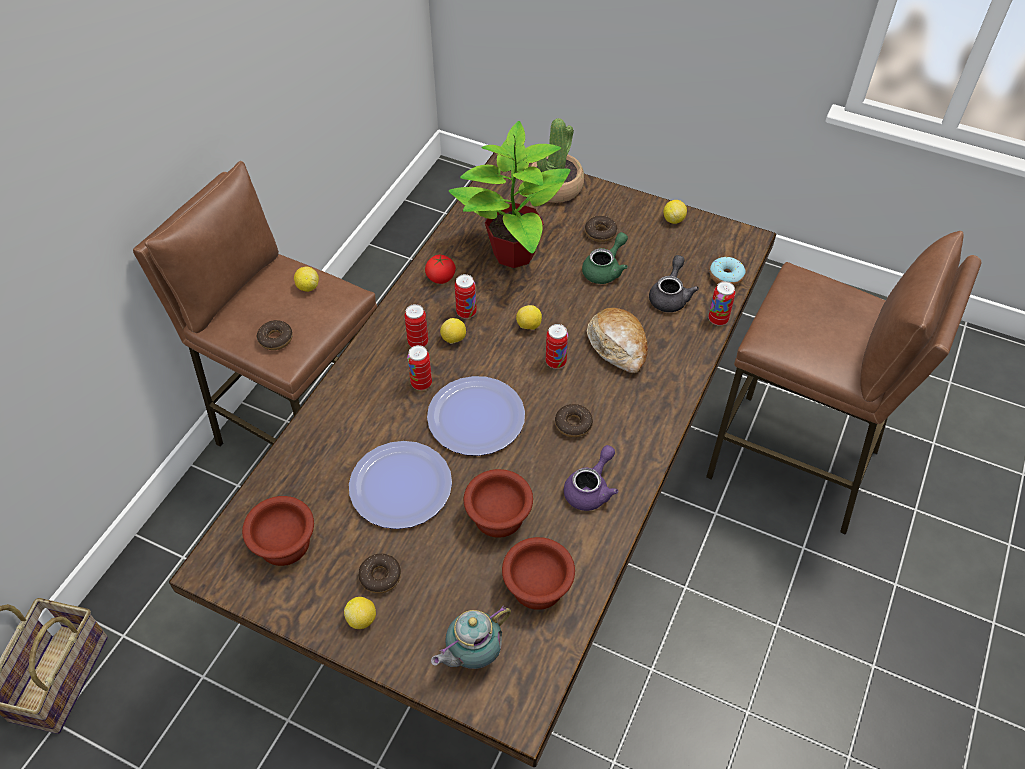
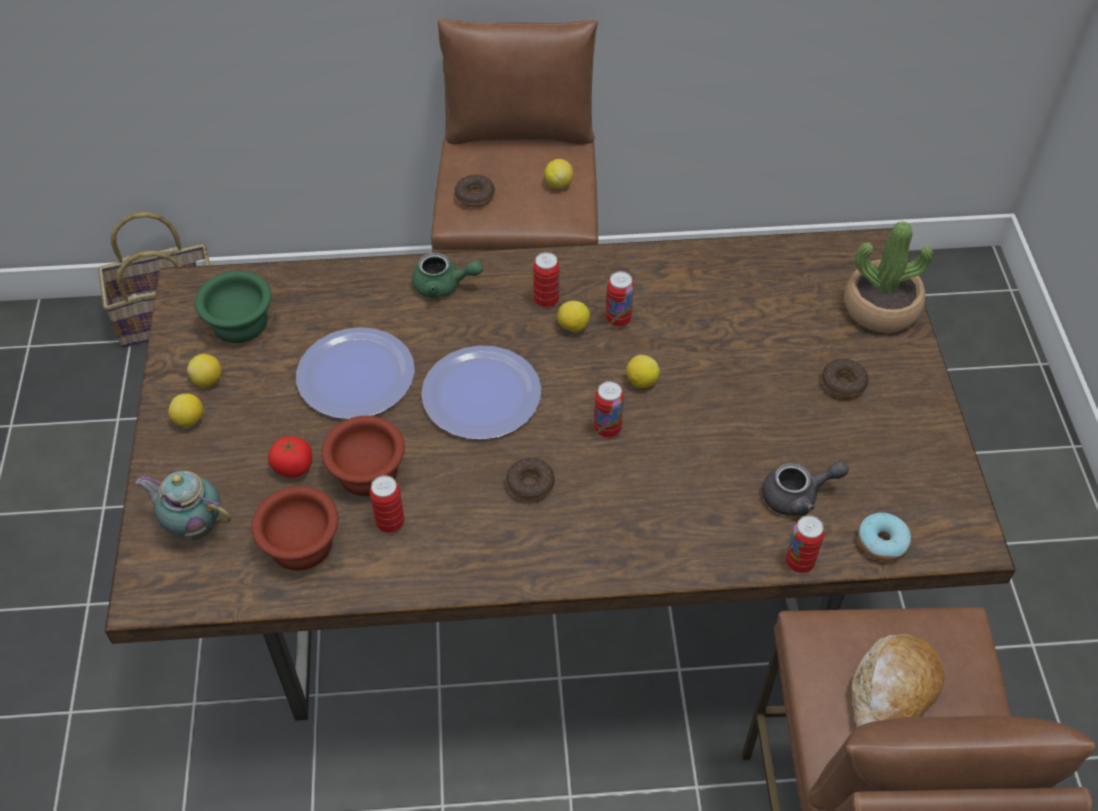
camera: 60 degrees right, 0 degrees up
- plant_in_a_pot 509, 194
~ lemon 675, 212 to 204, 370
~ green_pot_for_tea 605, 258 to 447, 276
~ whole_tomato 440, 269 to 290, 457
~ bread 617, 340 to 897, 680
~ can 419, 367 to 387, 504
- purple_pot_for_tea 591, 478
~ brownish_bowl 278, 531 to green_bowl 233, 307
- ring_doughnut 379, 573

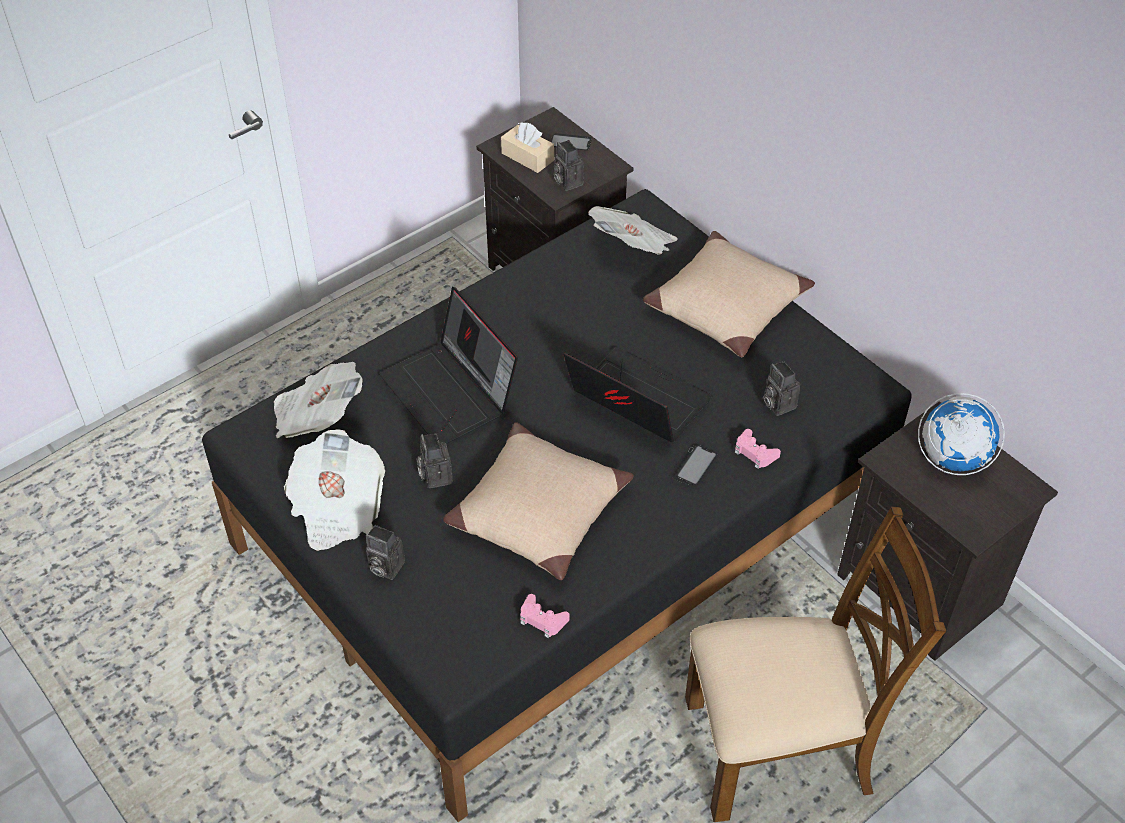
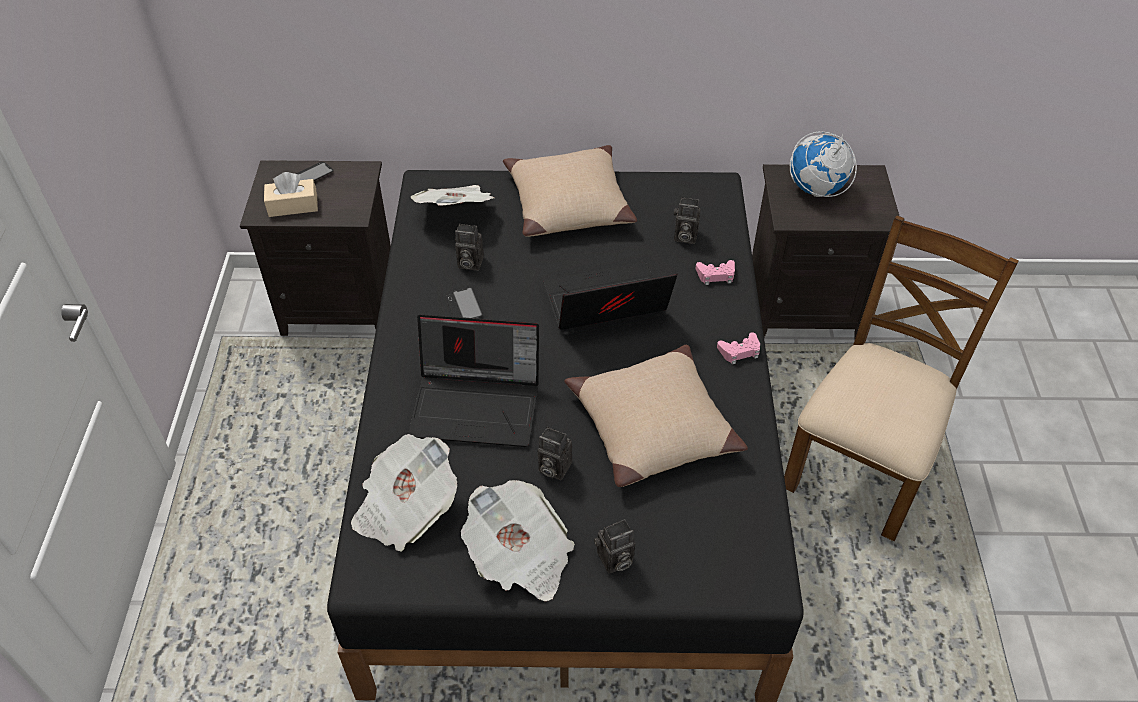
camera: 50 degrees left, 0 degrees up
~ still_camera 569, 165 to 469, 247
~ phone 693, 465 to 464, 302
~ pink_joypad 545, 616 to 738, 348

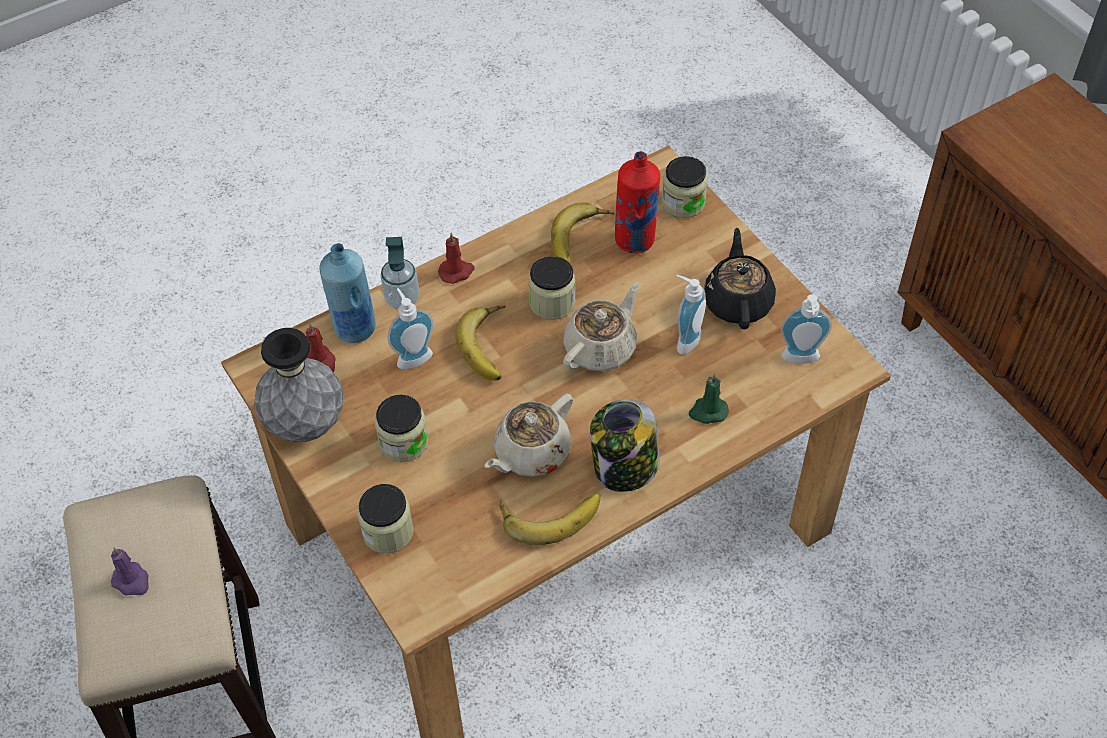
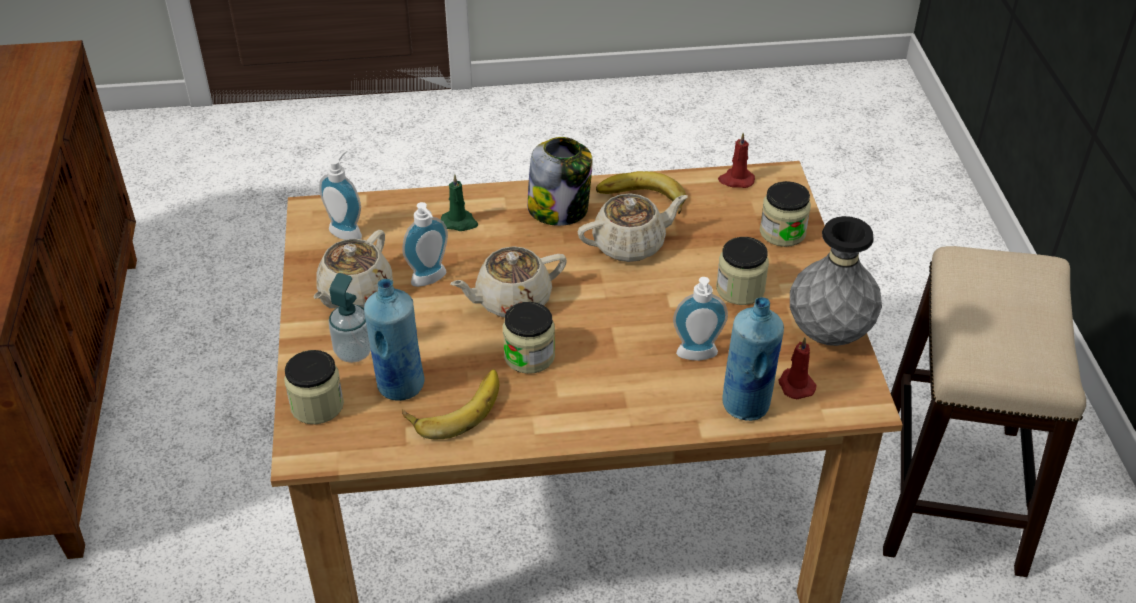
camera: 155 degrees left, 10 degrees down
~ red_beverage_bottle 637, 202 to blue-coloured_beverage_bottle 394, 340
~ blackish_pot_for_tea 740, 278 to beige_pot_for_tea 353, 269
~ red_wax_light 456, 258 to 736, 160
~ soap_dispenser 399, 273 to 350, 318
- banana 480, 343
- purple_wax_light 130, 571

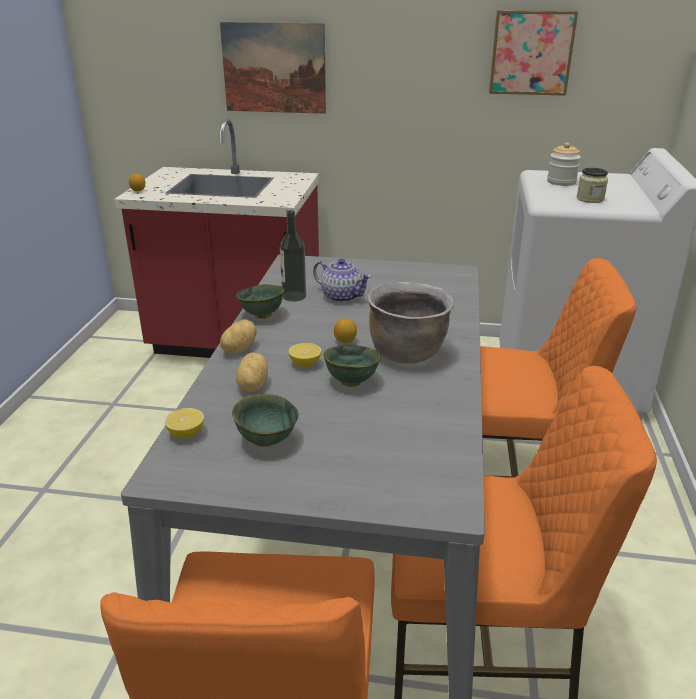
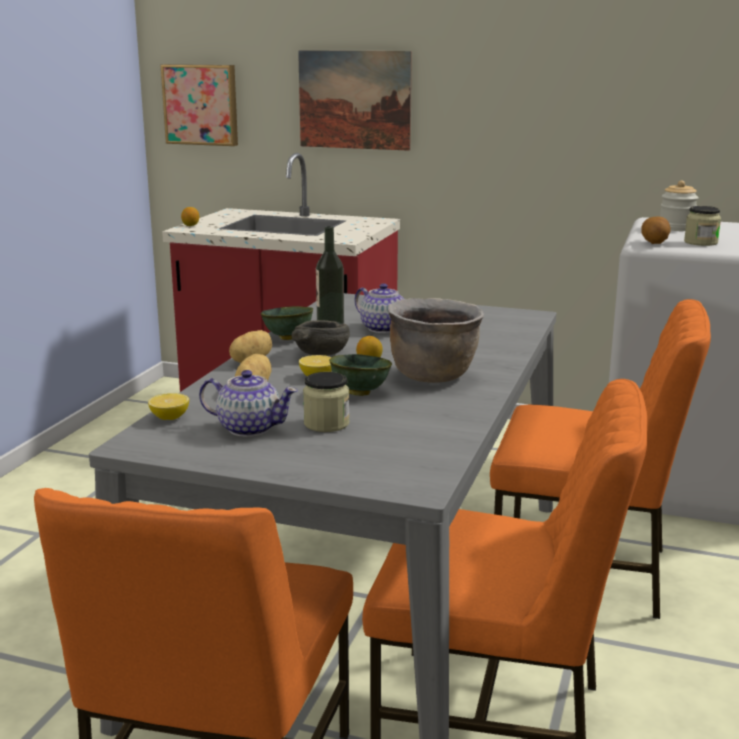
camera: 10 degrees right, 10 degrees down
~ wall_picture 533, 53 to 199, 105
~ green_bowl 265, 420 to pot_for_tea 248, 403
+ potato 655, 230
+ greyish_bowl 320, 338
+ jar 326, 402

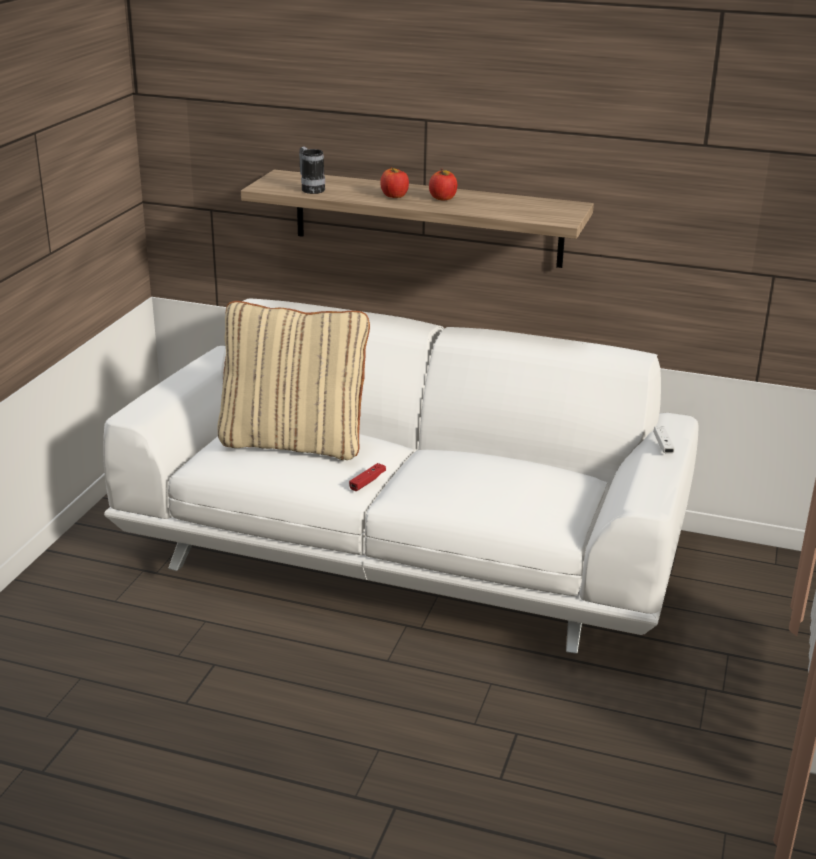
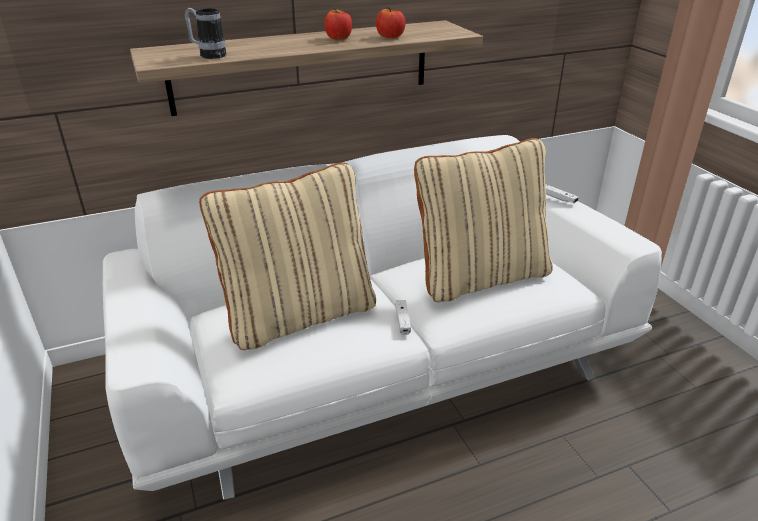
camera: 40 degrees left, 5 degrees up
~ apple 394, 182 to 391, 22
~ red_joypad 367, 477 to whitish_joypad 403, 317
+ beige_cushion 483, 220

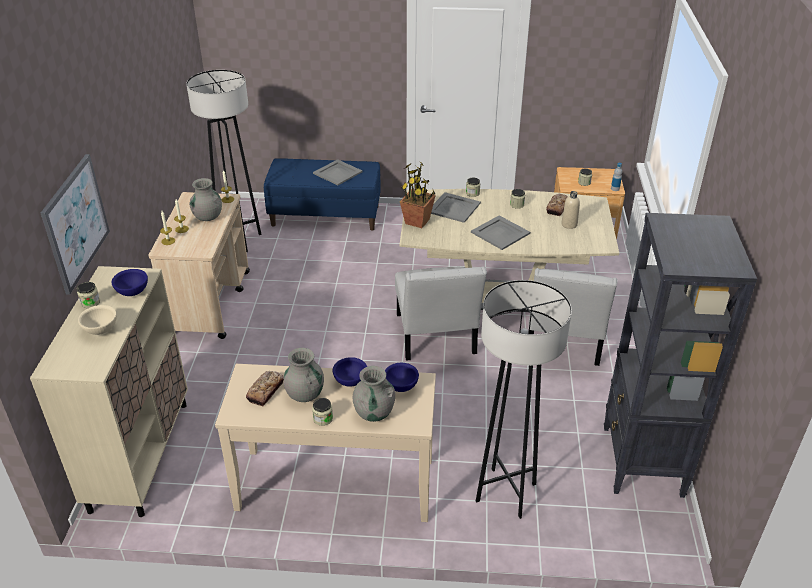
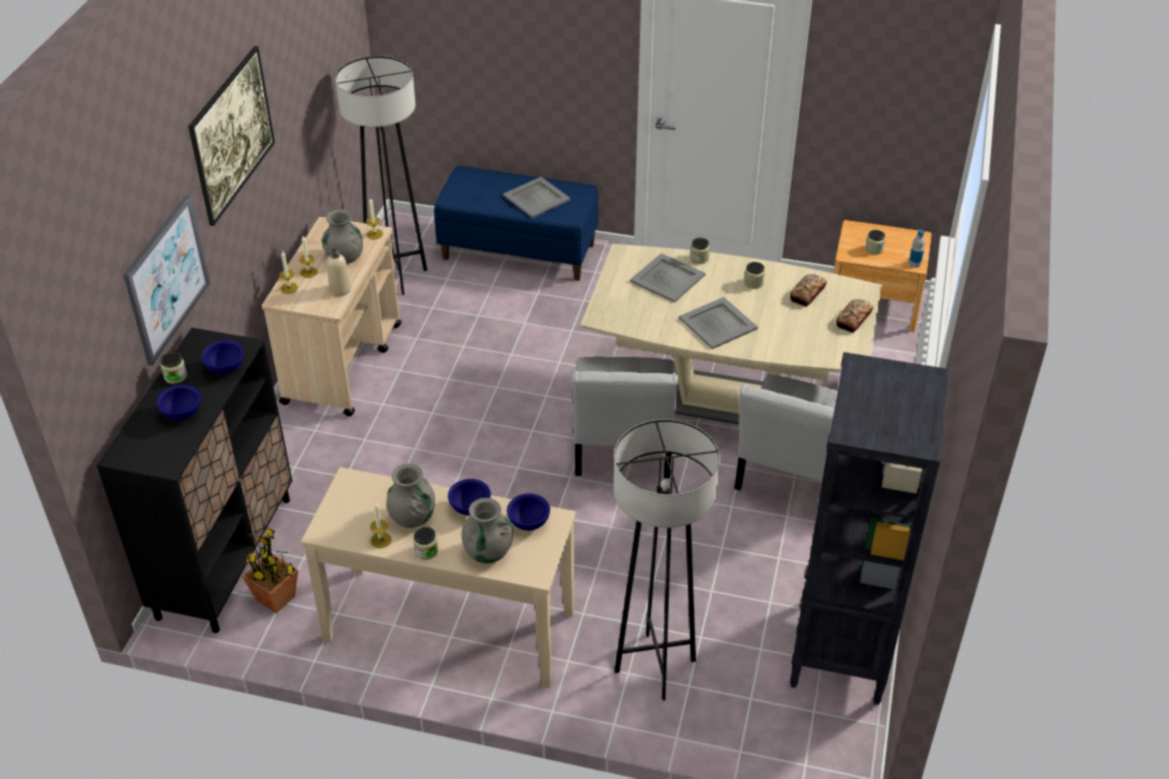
camera: 10 degrees right, 5 degrees up
~ plant_in_a_pot 418, 194 to 270, 570
~ beige_beverage_bottle 570, 210 to 339, 272
~ beige_storage_cabinet 109, 391 to blackish_storage_cabinet 194, 480
~ beige_bowl 97, 320 to blue-coloured_bowl 178, 403
~ bread 265, 388 to 855, 316
+ wall_picture 231, 136
+ wax_light 381, 525

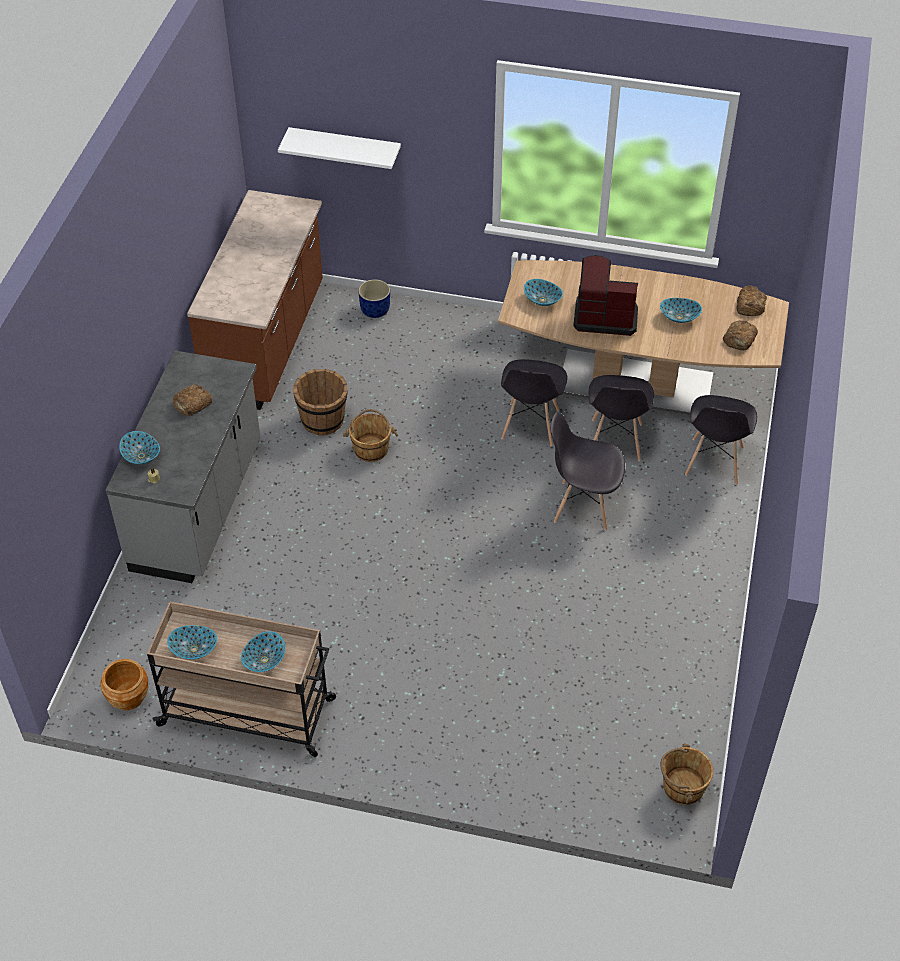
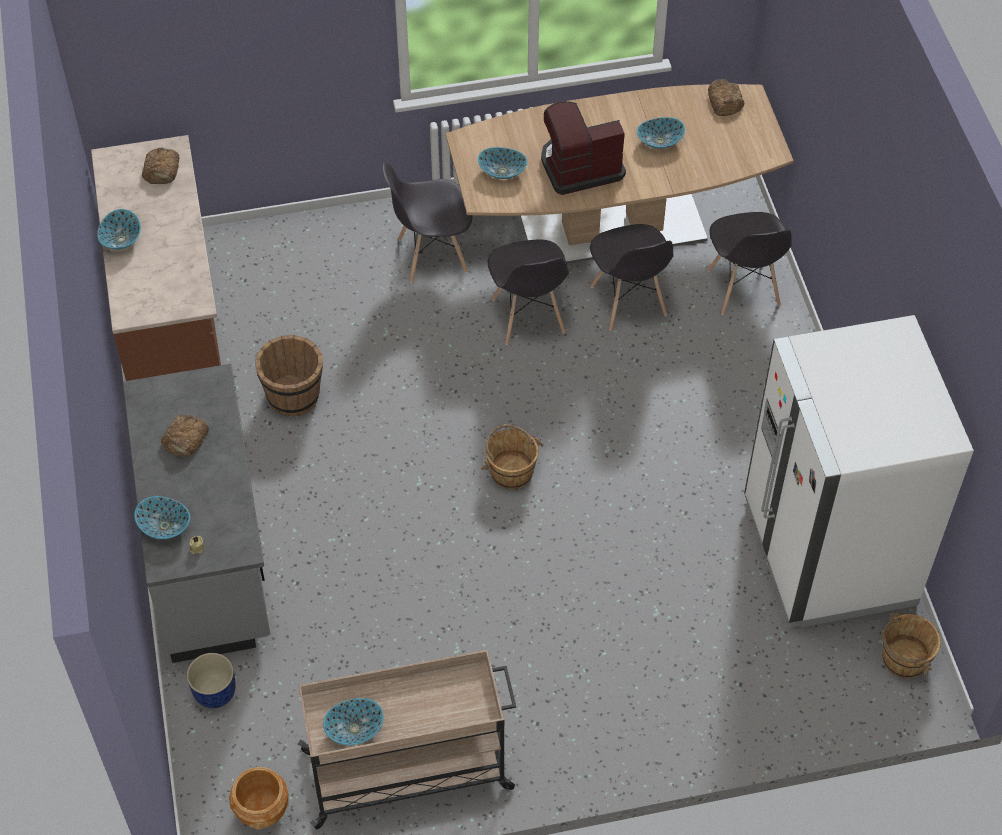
camera: 25 degrees left, 5 degrees up
- whitish_wall_shelf 339, 148
~ blue-coloured_plant_pot 374, 298 to 211, 680
~ bread 740, 336 to 161, 166
~ brownish_bucket 370, 435 to 512, 456
~ greyish_upright_chair 587, 470 to 427, 222
~ bowl 263, 651 to 119, 229
+ whitish_kitchen_fridge 859, 471

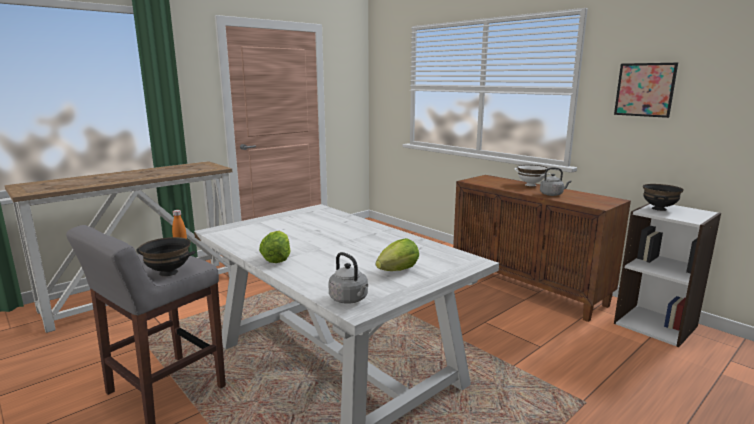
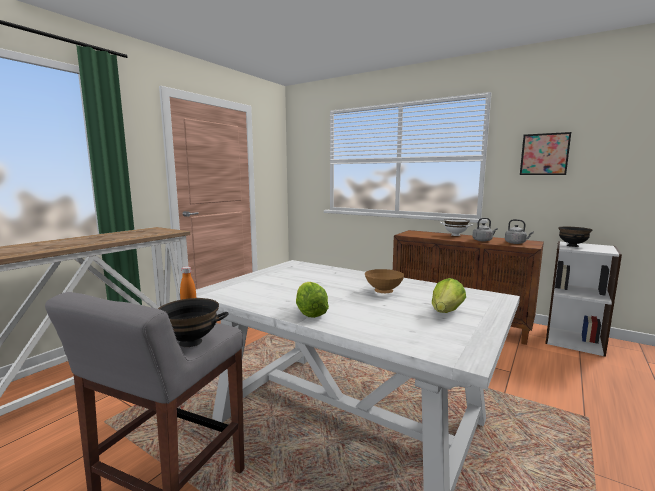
camera: 15 degrees left, 5 degrees down
~ greyish_water_kettle 348, 278 to 519, 231
+ brownish_bowl 384, 281

